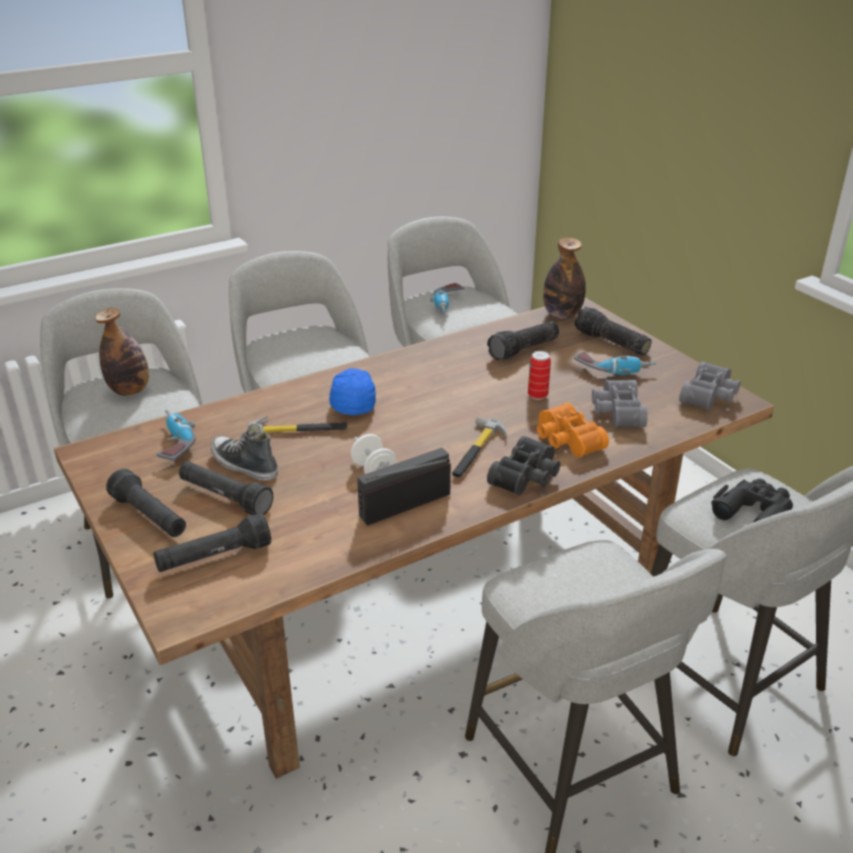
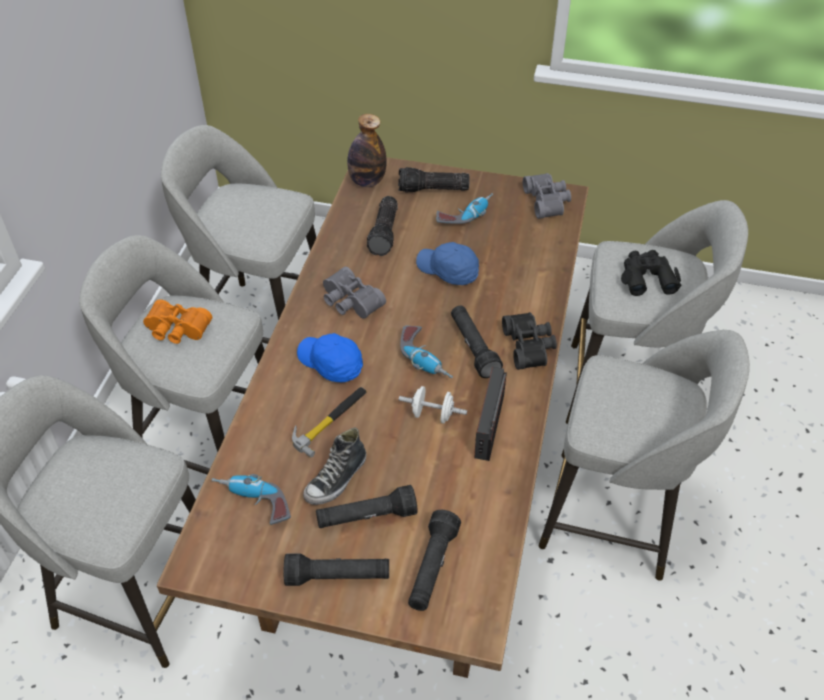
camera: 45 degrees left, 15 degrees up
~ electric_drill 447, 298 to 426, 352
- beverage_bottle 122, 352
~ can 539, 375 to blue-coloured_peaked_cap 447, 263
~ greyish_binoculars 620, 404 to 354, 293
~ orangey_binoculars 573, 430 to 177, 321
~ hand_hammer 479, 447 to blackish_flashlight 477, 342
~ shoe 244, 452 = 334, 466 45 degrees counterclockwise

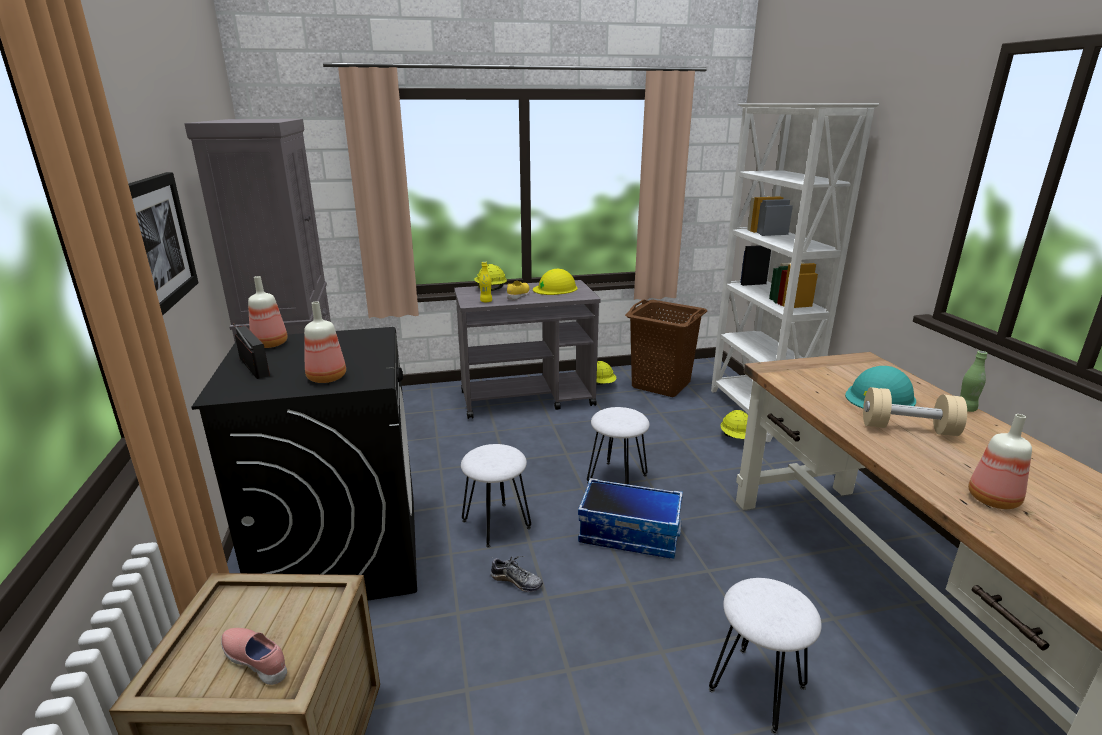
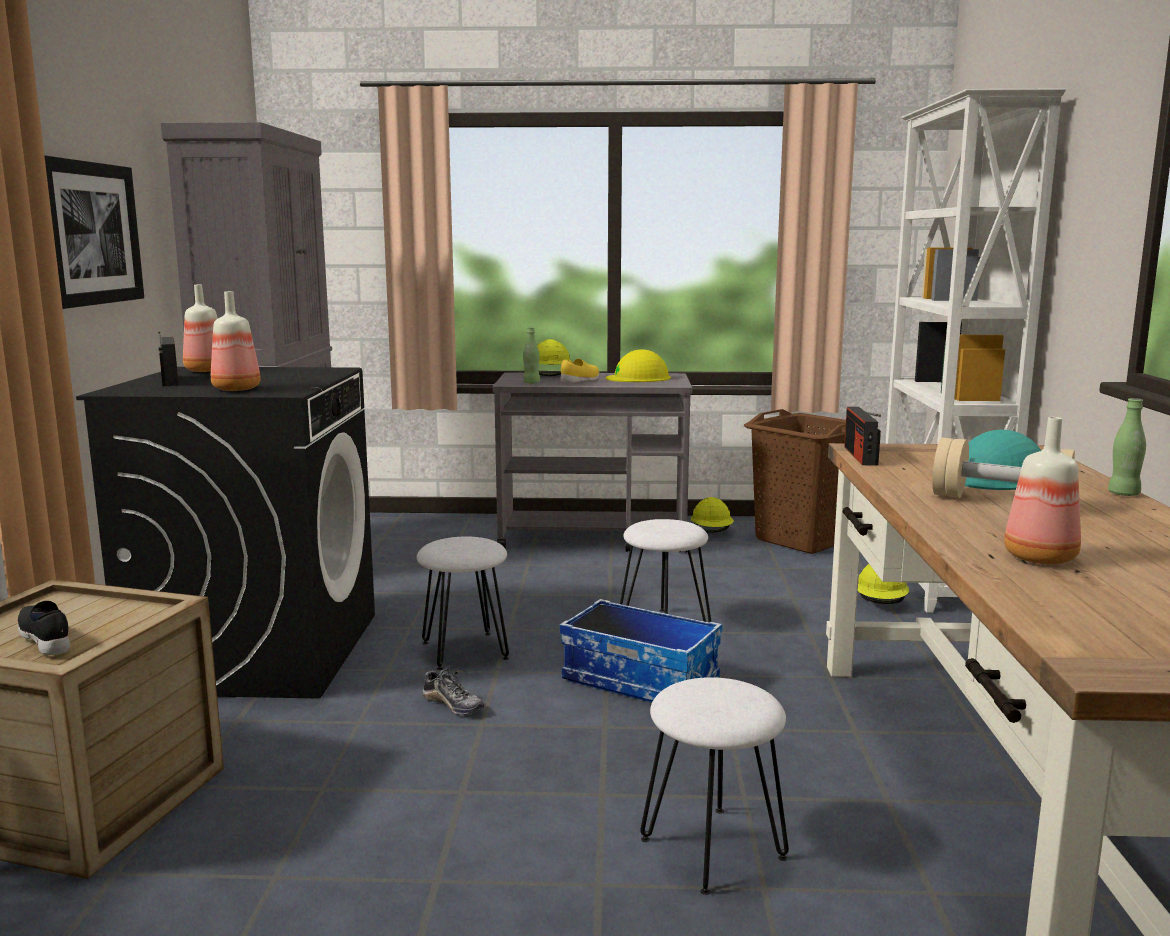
camera: 15 degrees right, 10 degrees down
~ yellow_beverage_bottle 485, 281 to green_beverage_bottle 531, 355
~ pink_shoe 254, 656 to blackish_shoe 44, 628
+ radio 862, 436

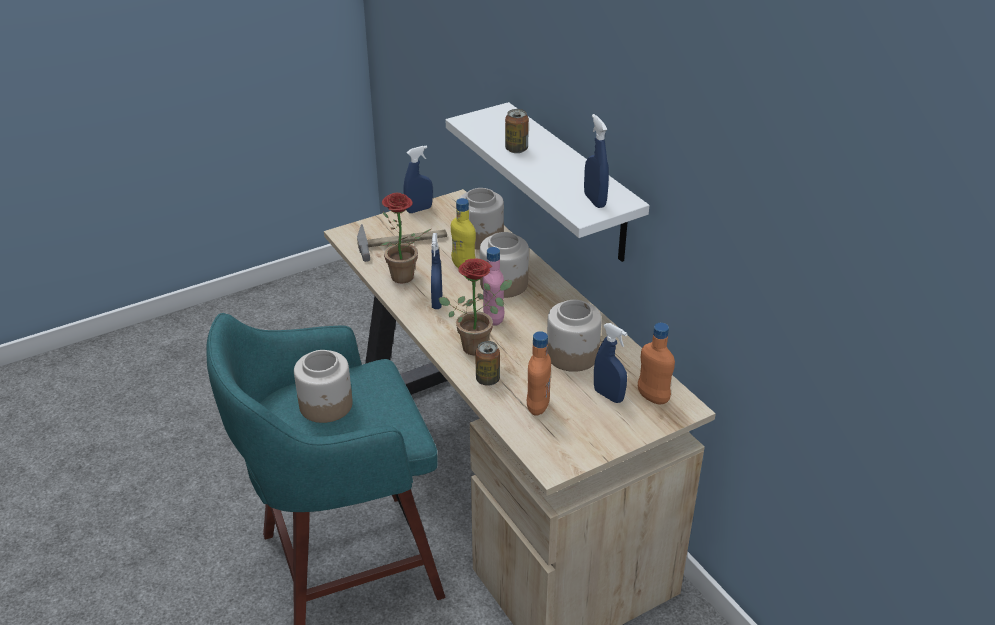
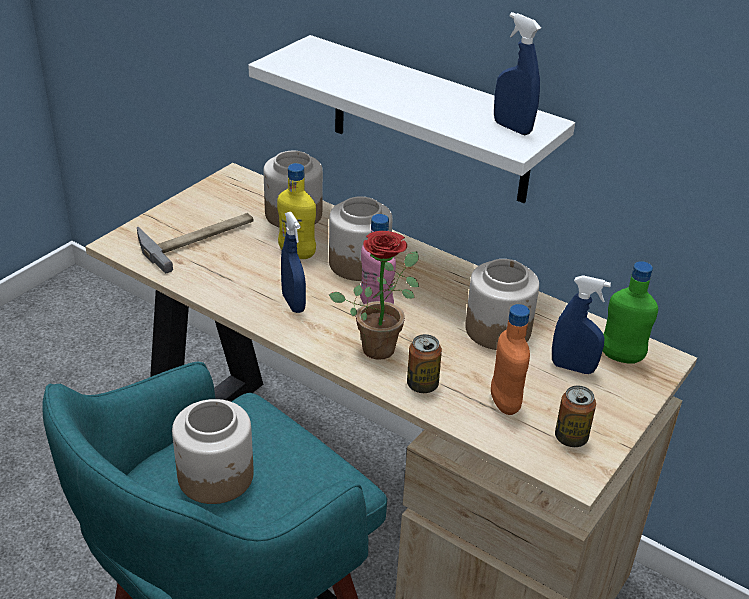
camera: 25 degrees left, 0 degrees up
~ can 517, 131 to 575, 416
- blue-coloured_hand_sprayer 418, 179
- plant_in_a_pot 405, 238
~ orangey_beverage_bottle 656, 364 to green_beverage_bottle 630, 312

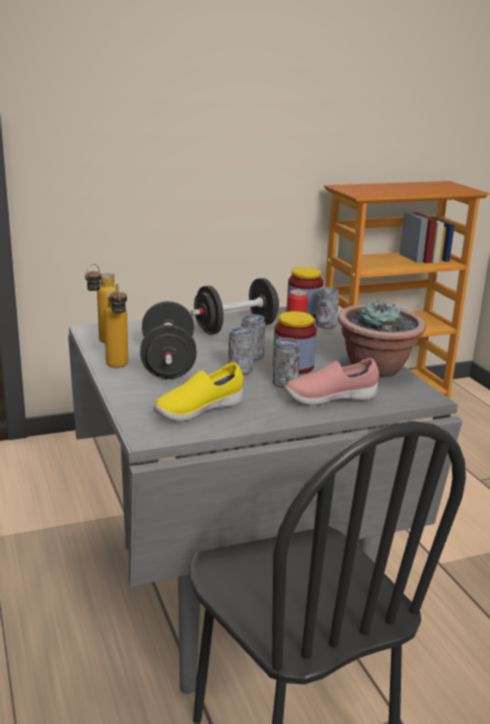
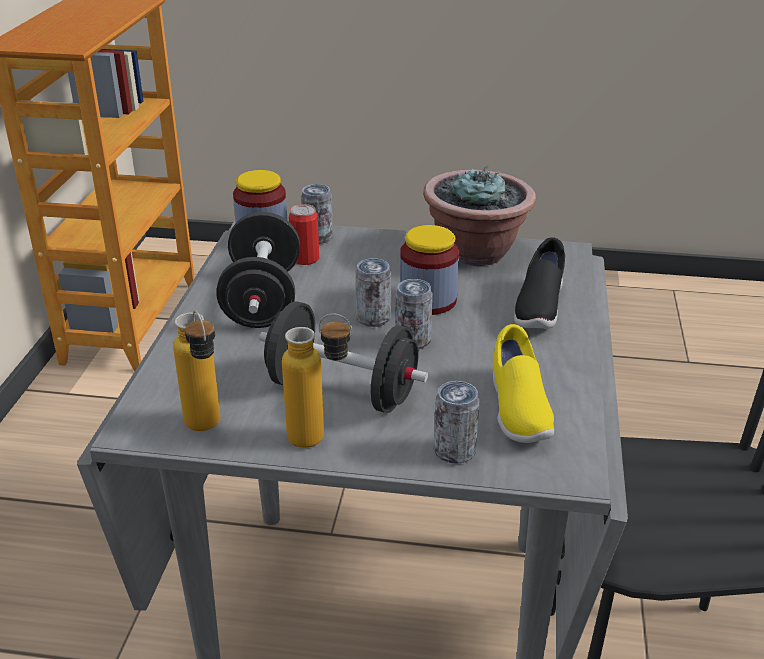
camera: 60 degrees left, 10 degrees up
~ can 286, 363 to 457, 422
~ pink_shoe 331, 381 to blackish_shoe 539, 283

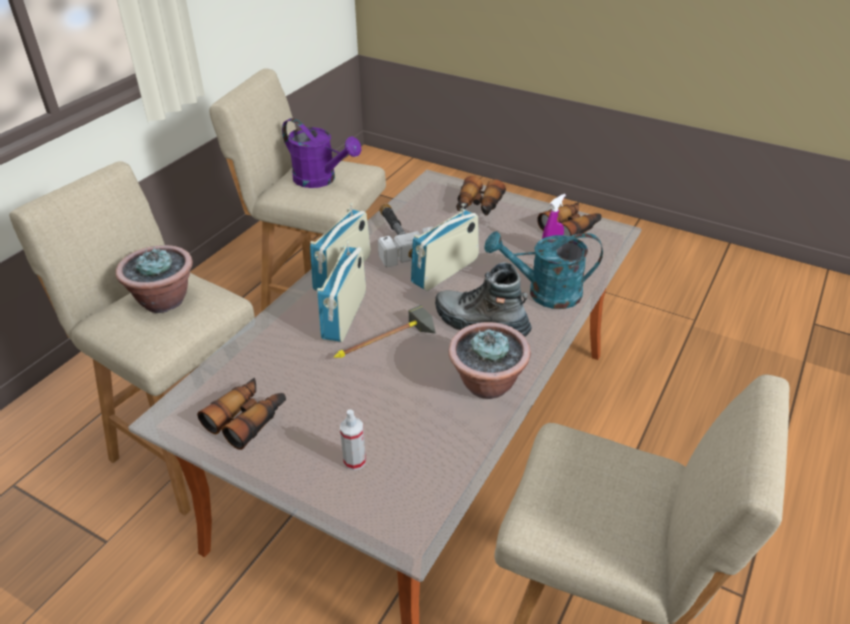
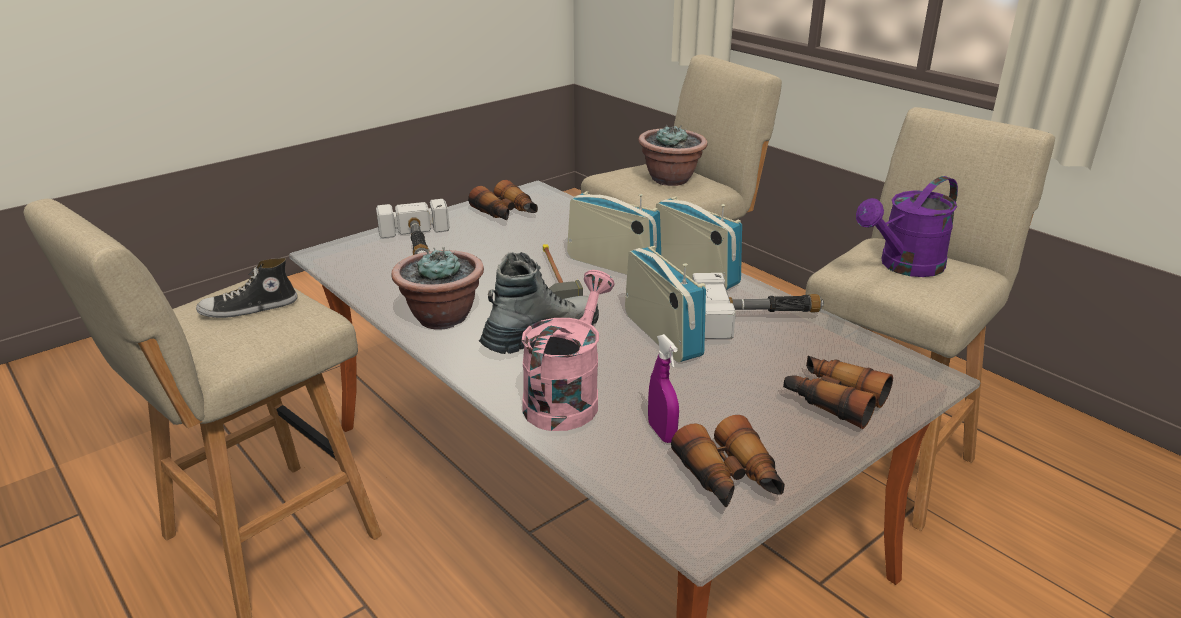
camera: 110 degrees right, 10 degrees down
~ blue-green_watering_can 543, 270 to pink_watering_can 568, 350
~ hand_sprayer 353, 439 to hand_hammer 413, 227
+ shoe 246, 288

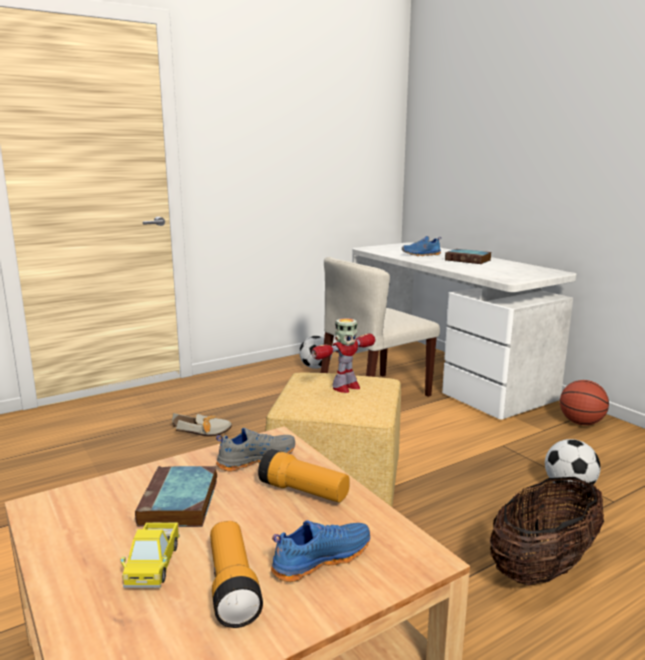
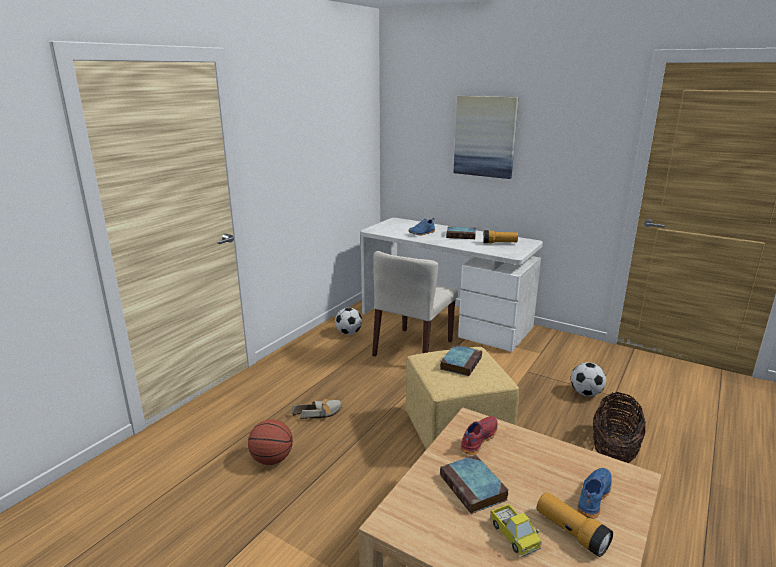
camera: 25 degrees left, 5 degrees up
~ model_robot 343, 355 to bound_book 461, 360
~ basketball 584, 402 to 270, 442
~ greyish_shoe 255, 449 to red_shoe 479, 435
~ flashlight 304, 476 to 500, 236
+ wall_picture 486, 137

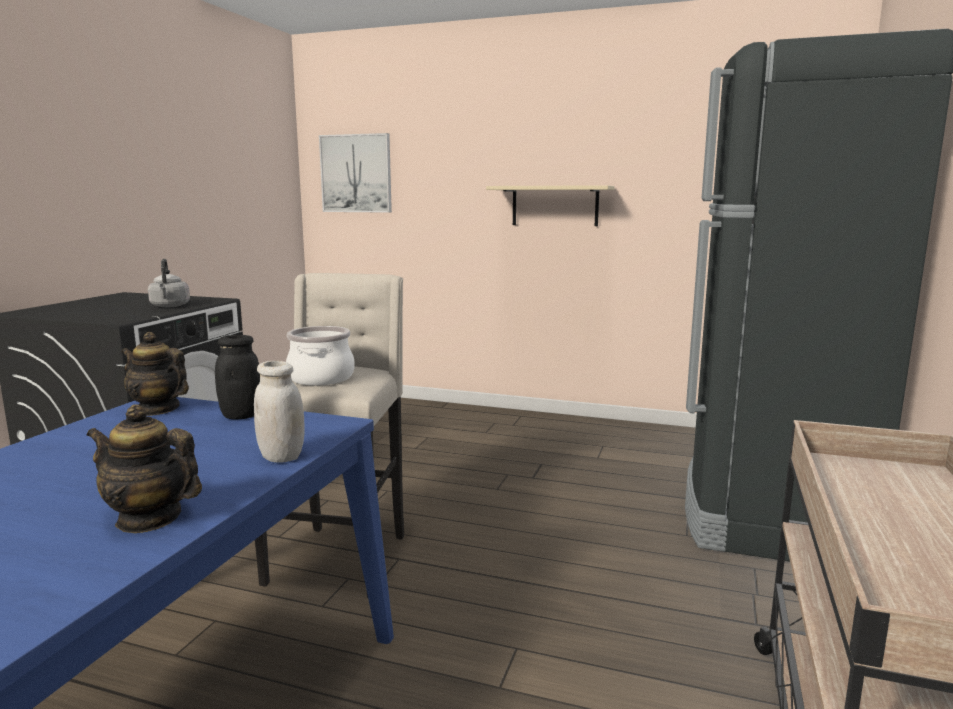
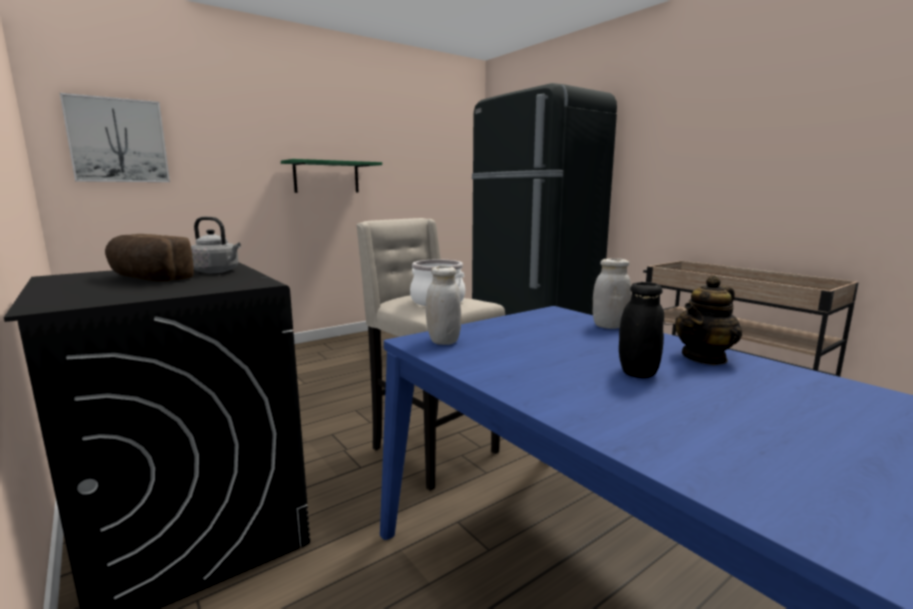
camera: 55 degrees left, 0 degrees up
~ beige_wall_shelf 550, 205 to green_wall_shelf 331, 176
~ pot_for_tea 155, 374 to whitish_jar 443, 305
~ blackish_jar 237, 377 to 641, 330
+ bread 149, 257

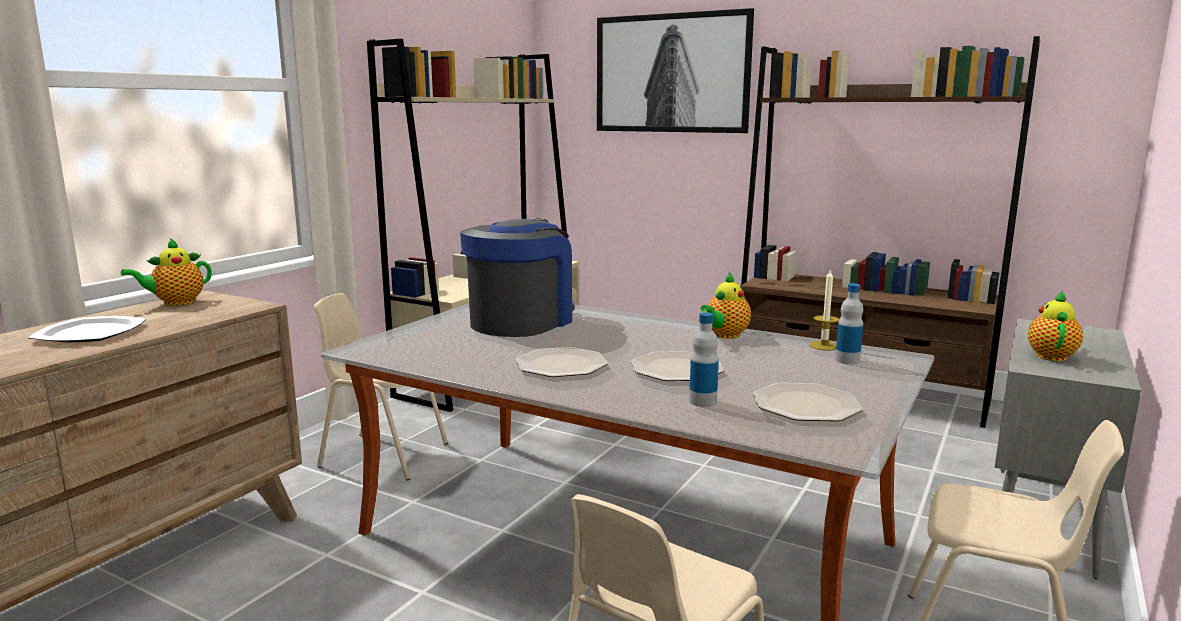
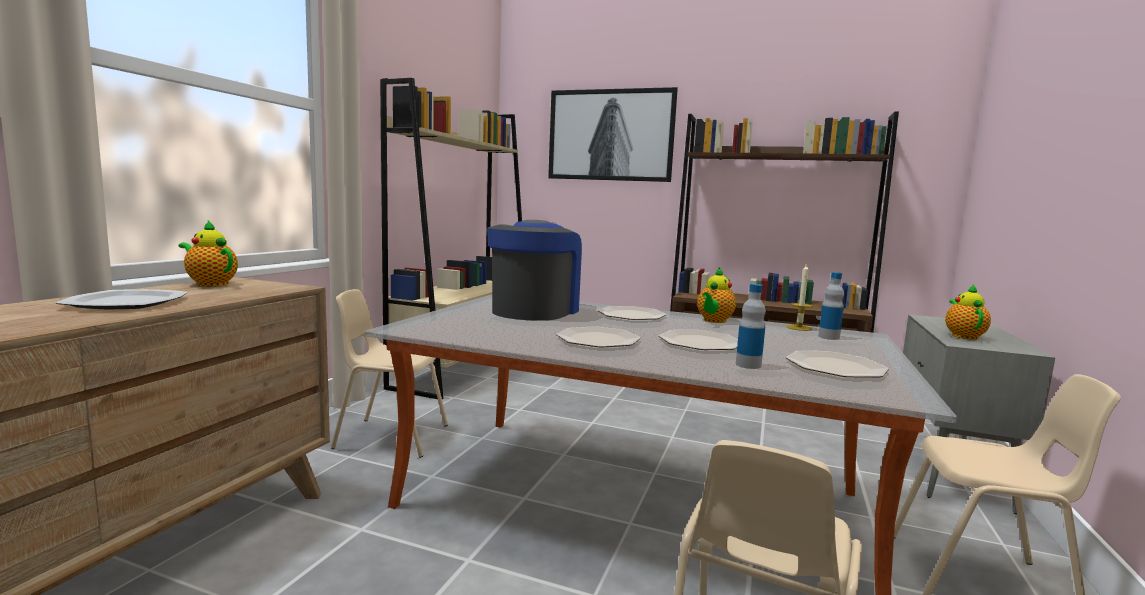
camera: 10 degrees left, 5 degrees down
~ pot_for_tea 165, 272 = 208, 253 75 degrees clockwise
+ plate 632, 313

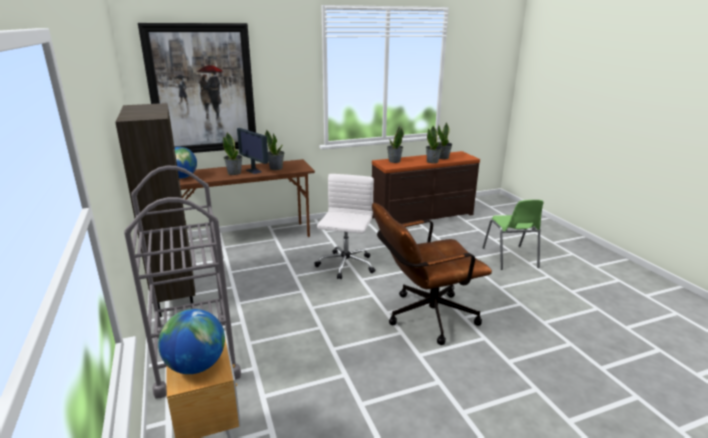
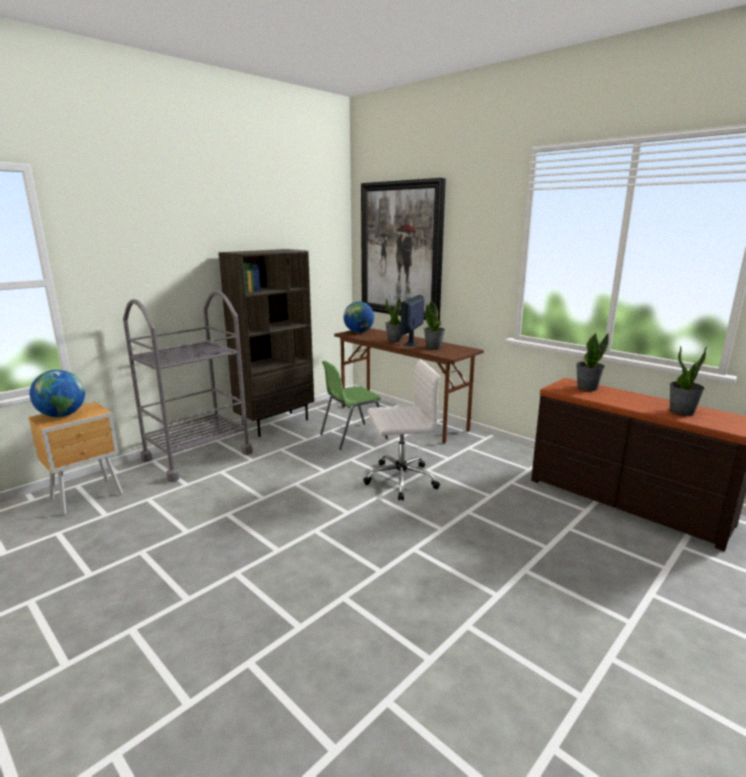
camera: 65 degrees right, 5 degrees down
- plant_in_a_pot 434, 145
~ green_upright_chair 513, 235 to 354, 405
- brownish_computer_chair 432, 274

